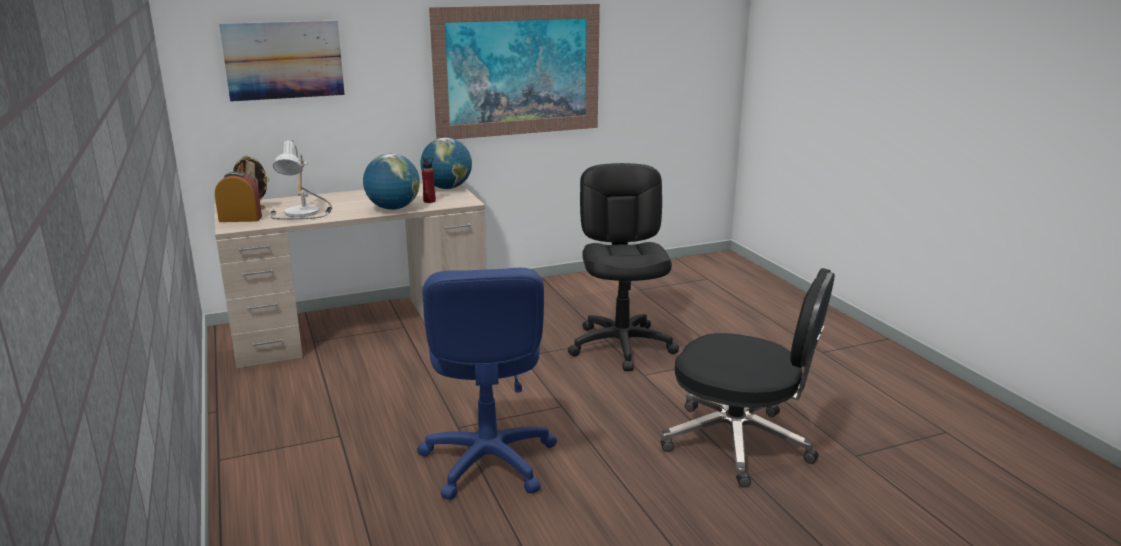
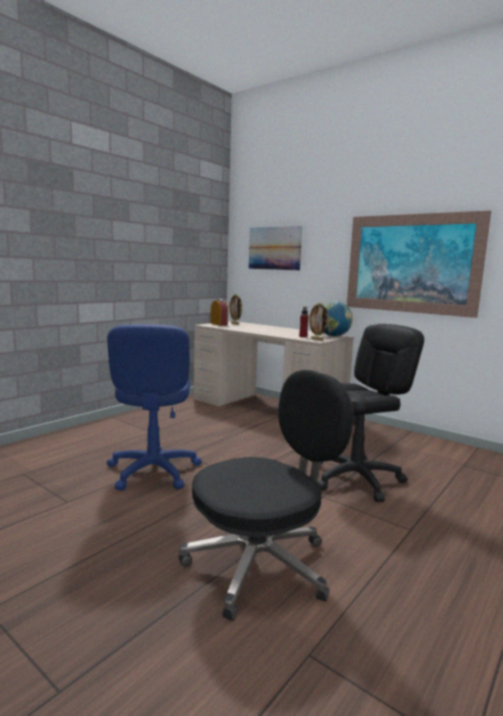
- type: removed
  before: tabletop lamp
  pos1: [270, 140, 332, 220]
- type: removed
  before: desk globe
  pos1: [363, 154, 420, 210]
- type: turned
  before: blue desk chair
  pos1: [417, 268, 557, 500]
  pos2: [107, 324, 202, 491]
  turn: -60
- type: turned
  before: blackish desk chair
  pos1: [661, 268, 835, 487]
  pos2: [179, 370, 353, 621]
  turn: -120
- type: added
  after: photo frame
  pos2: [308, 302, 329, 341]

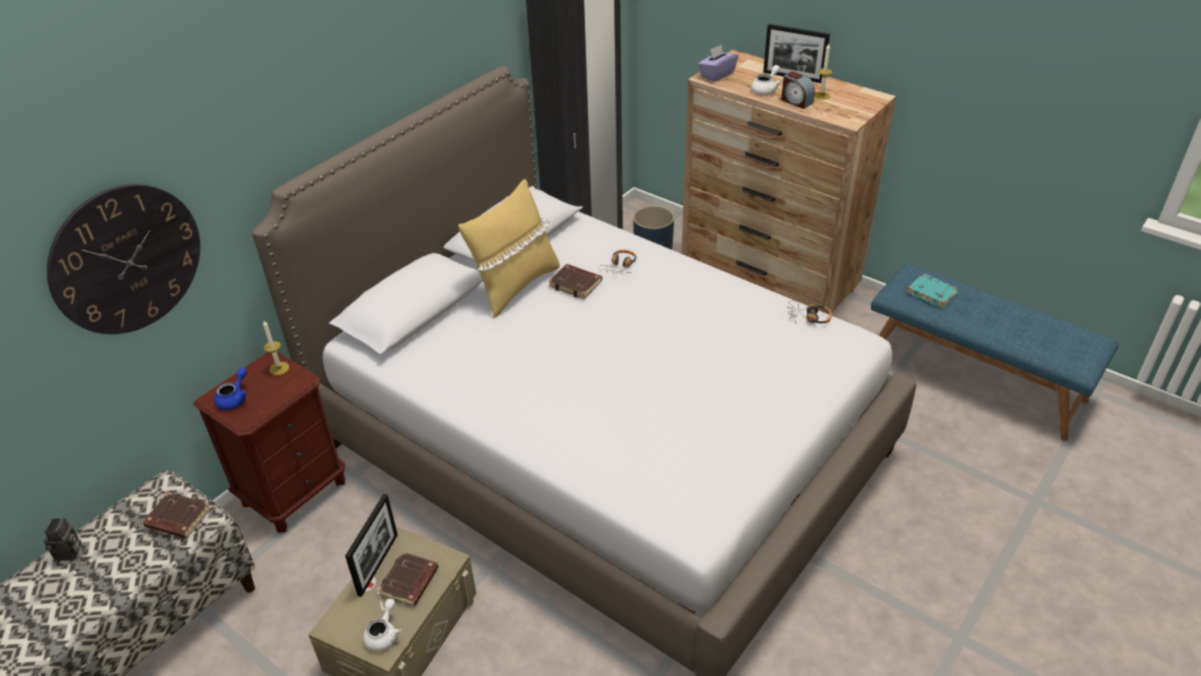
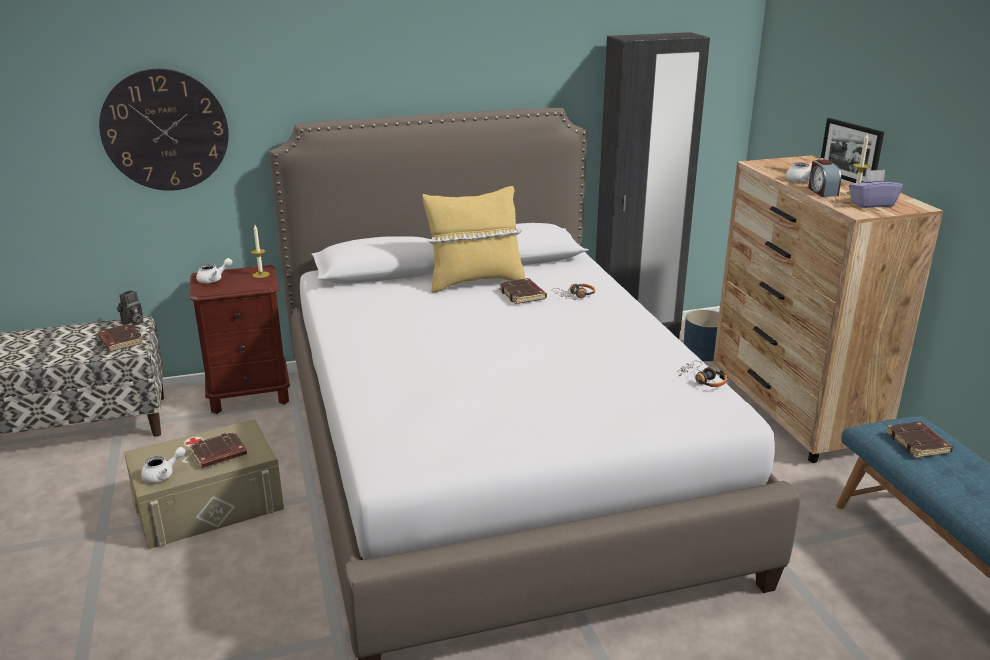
- type: moved
  before: photo camera
  pos1: [44, 517, 82, 561]
  pos2: [117, 291, 144, 326]
- type: recoloured
  before: blue pot for tea
  after: white pot for tea
  pos1: [214, 368, 247, 410]
  pos2: [196, 258, 232, 283]
- type: removed
  before: photo frame
  pos1: [345, 494, 398, 597]
- type: moved
  before: purple-coloured tissue holder
  pos1: [698, 44, 738, 82]
  pos2: [849, 170, 903, 208]
- type: recoloured
  before: turquoise-coloured bound book
  after: brownish bound book
  pos1: [907, 273, 959, 308]
  pos2: [886, 421, 953, 458]

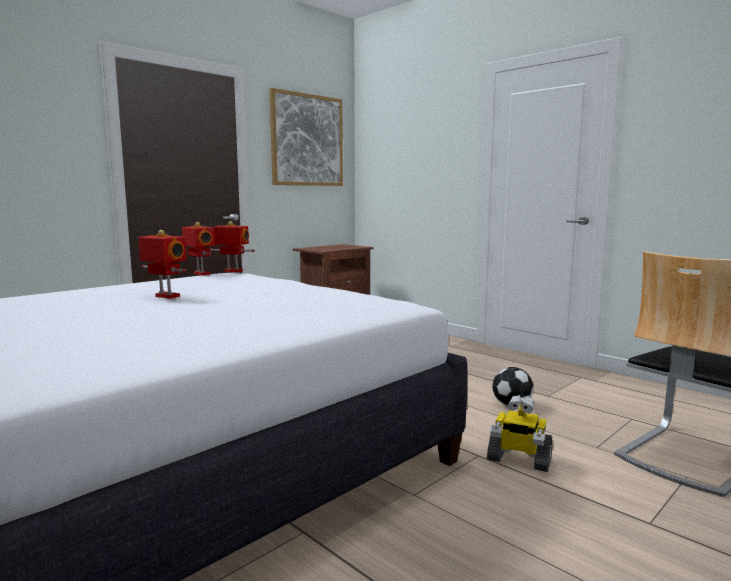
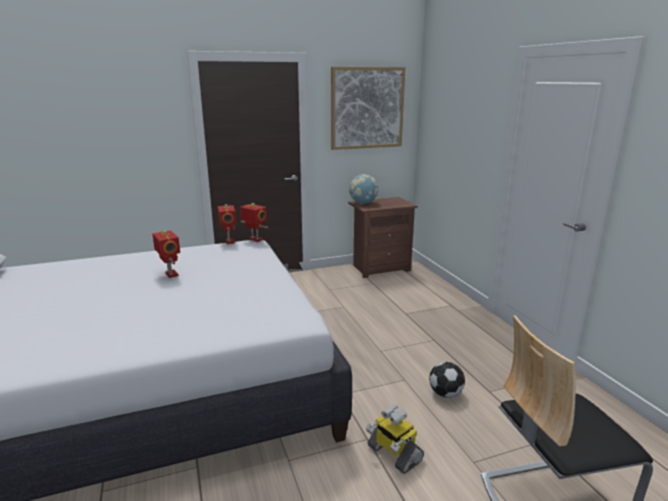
- type: added
  after: desk globe
  pos2: [349, 174, 378, 204]

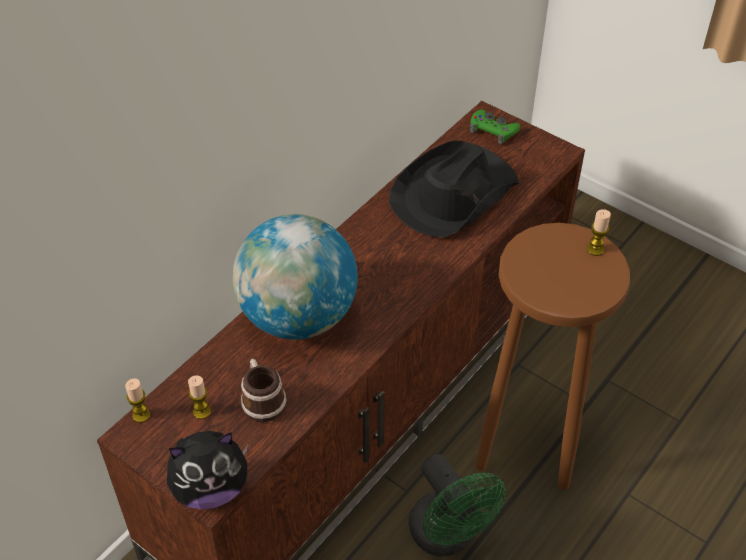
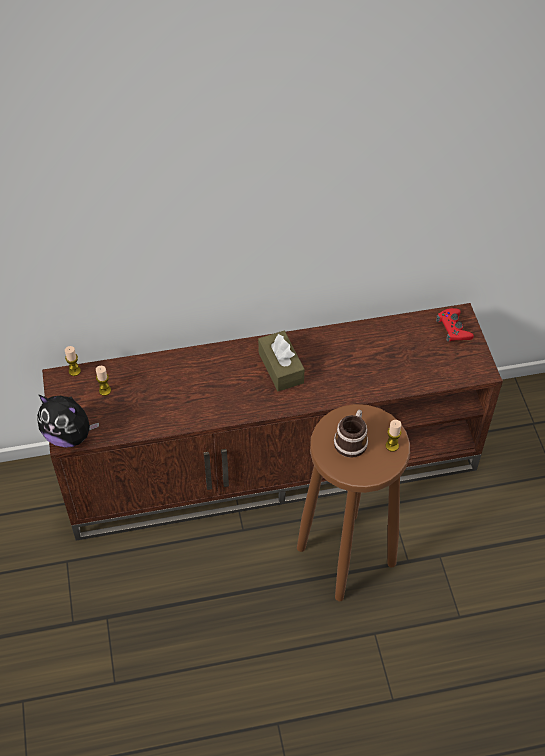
- type: removed
  before: desk globe
  pos1: [232, 214, 358, 340]
- type: moved
  before: mug
  pos1: [241, 358, 287, 422]
  pos2: [334, 410, 368, 458]
- type: removed
  before: blackish hat
  pos1: [389, 140, 519, 238]
- type: removed
  before: greenish fan
  pos1: [409, 454, 506, 556]
- type: recoloured
  before: greenish game controller
  after: red game controller
  pos1: [470, 110, 520, 144]
  pos2: [436, 308, 474, 342]
- type: added
  after: brownish tissue holder
  pos2: [258, 331, 305, 391]

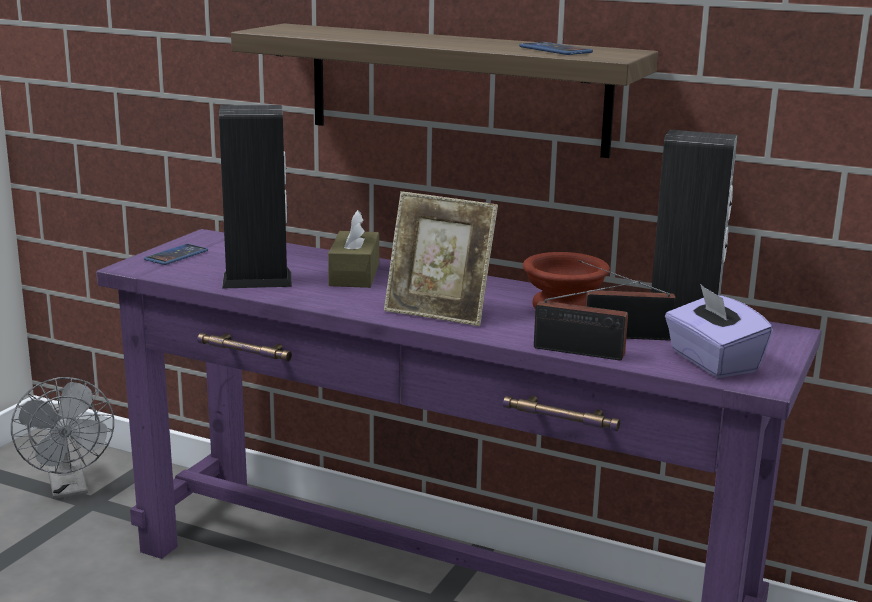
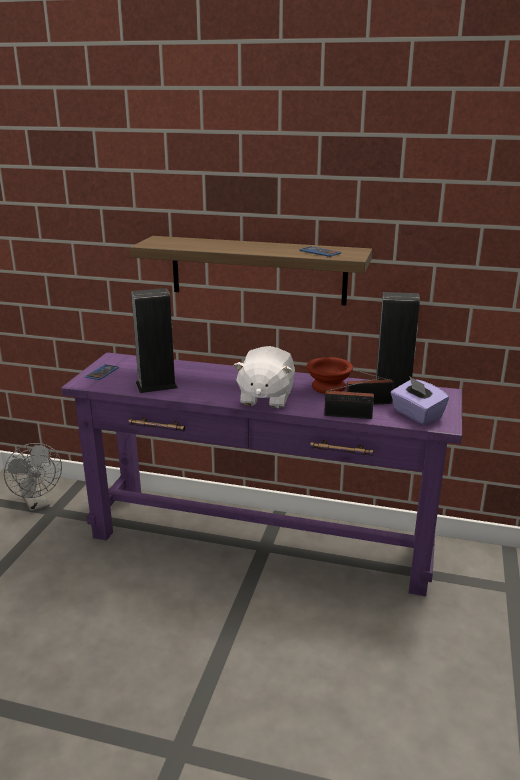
- type: removed
  before: brownish tissue holder
  pos1: [328, 210, 379, 288]
- type: replaced
  before: photo frame
  after: white plush toy
  pos1: [384, 191, 498, 326]
  pos2: [233, 346, 295, 408]

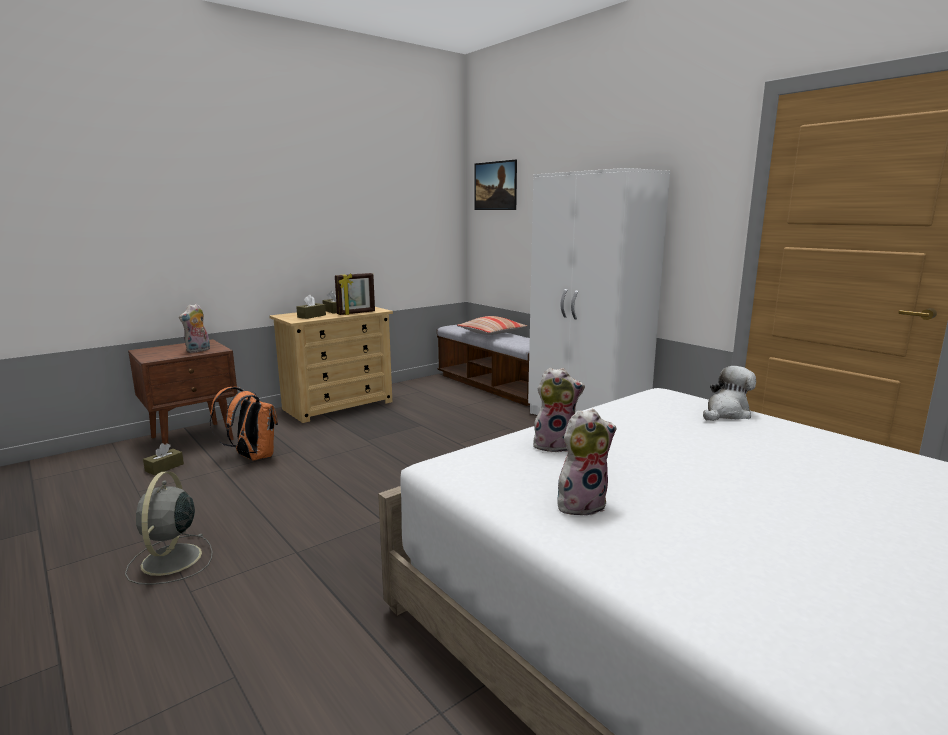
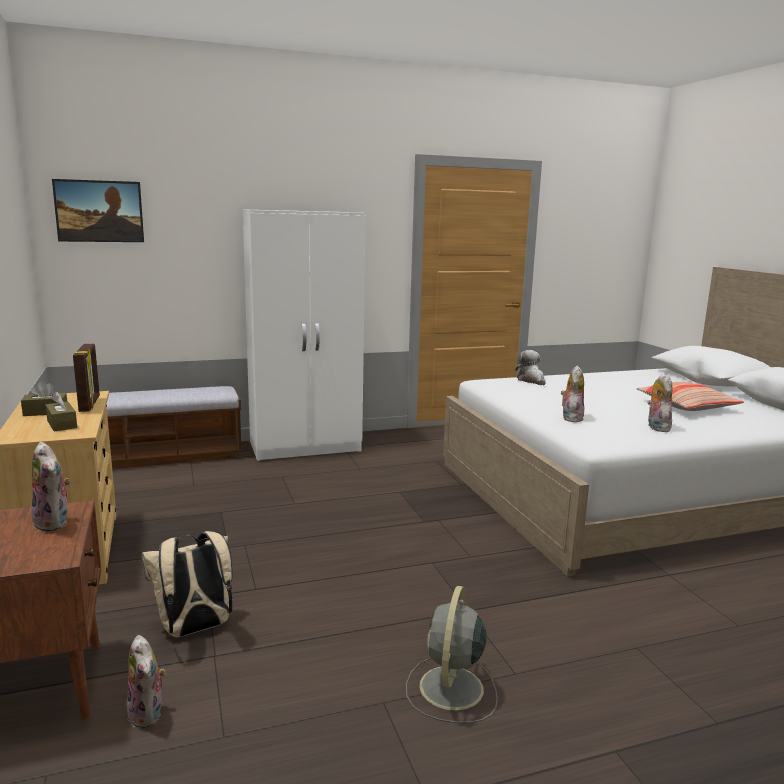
- type: turned
  before: grey fan
  pos1: [125, 471, 213, 585]
  pos2: [406, 586, 498, 723]
  turn: 90
- type: replaced
  before: brownish tissue holder
  after: plush toy
  pos1: [143, 443, 184, 475]
  pos2: [126, 635, 166, 728]
- type: recoloured
  before: orange knapsack
  after: sand-coloured knapsack
  pos1: [210, 387, 278, 461]
  pos2: [141, 531, 233, 637]
- type: moved
  before: cushion
  pos1: [457, 316, 527, 335]
  pos2: [637, 382, 744, 411]

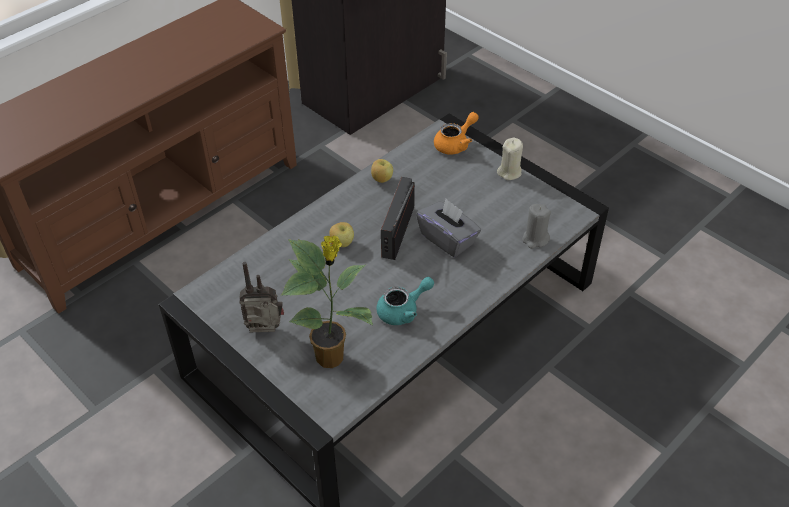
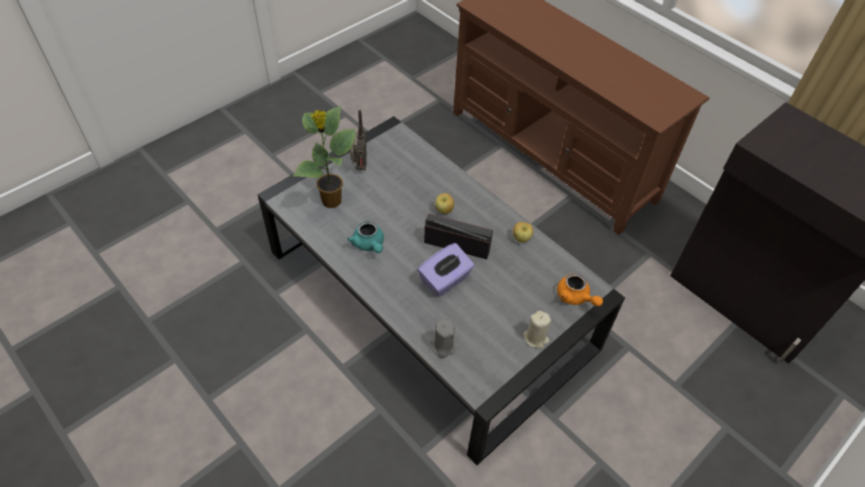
- type: recoloured
  before: grey tissue holder
  after: purple-coloured tissue holder
  pos1: [416, 199, 481, 257]
  pos2: [418, 243, 474, 297]

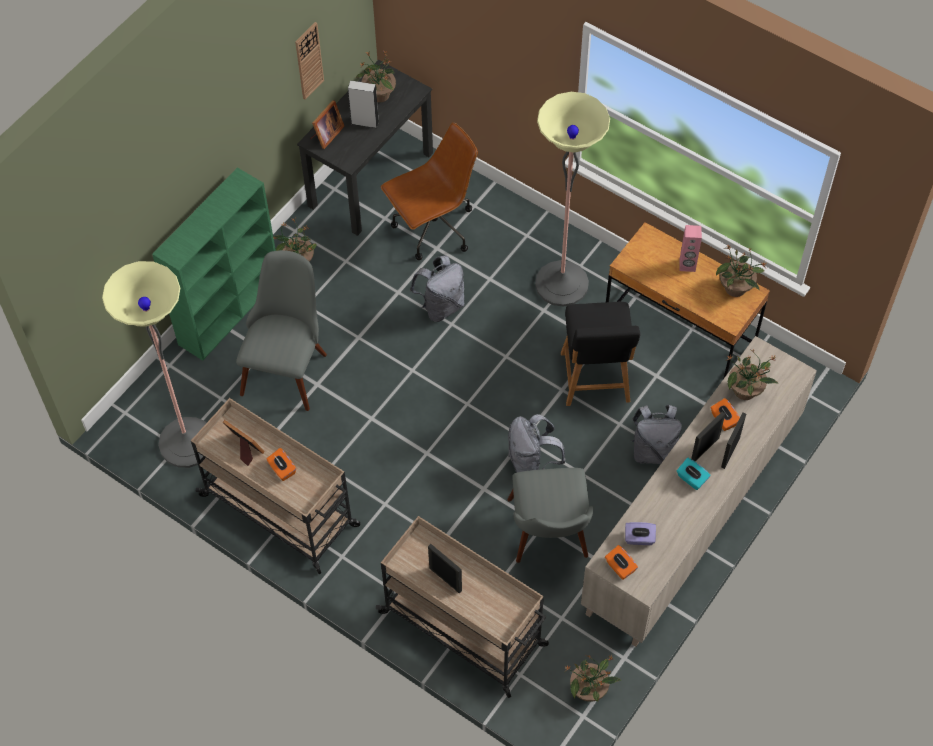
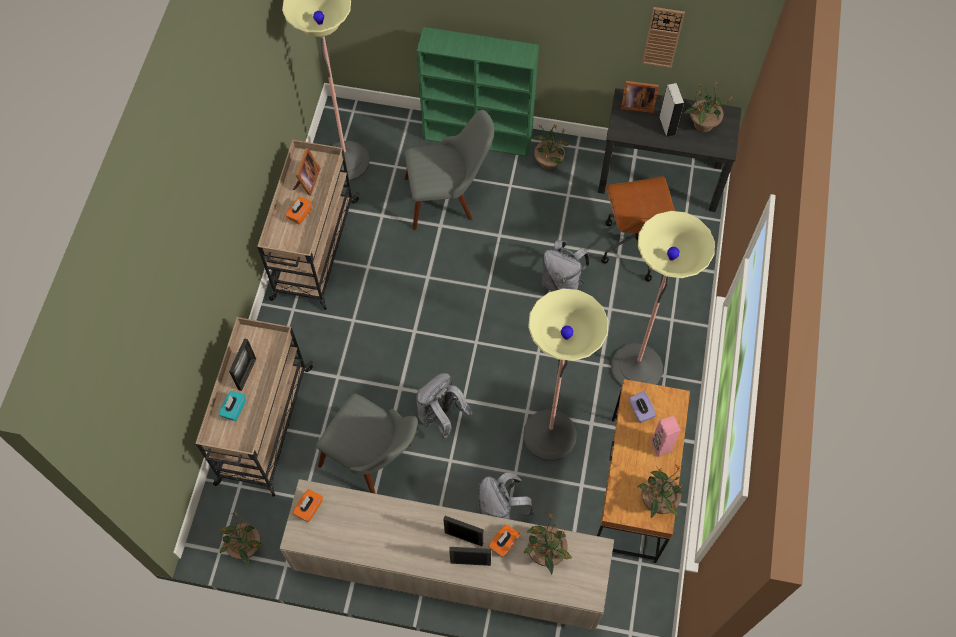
- type: turned
  before: brownish desk chair
  pos1: [381, 122, 478, 260]
  pos2: [601, 176, 683, 282]
  turn: 45
- type: turned
  before: grey upright chair
  pos1: [508, 468, 593, 563]
  pos2: [316, 393, 418, 494]
  turn: -120
- type: replaced
  before: blackish sitting stool
  after: standard lamp
  pos1: [561, 302, 640, 406]
  pos2: [523, 289, 608, 461]
- type: moved
  before: purple-coloured tissue holder
  pos1: [625, 522, 656, 545]
  pos2: [629, 391, 656, 423]
- type: moved
  before: turquoise-coloured tissue holder
  pos1: [677, 458, 711, 490]
  pos2: [219, 391, 246, 421]

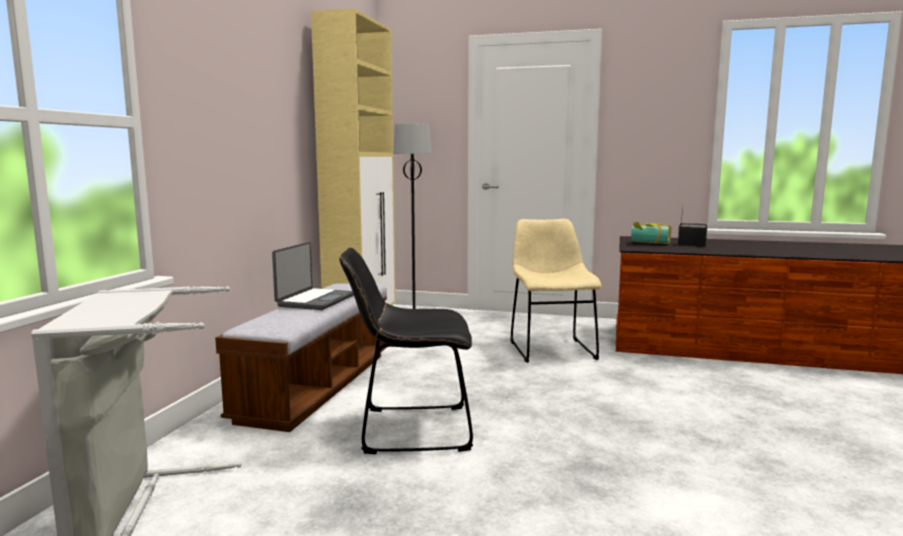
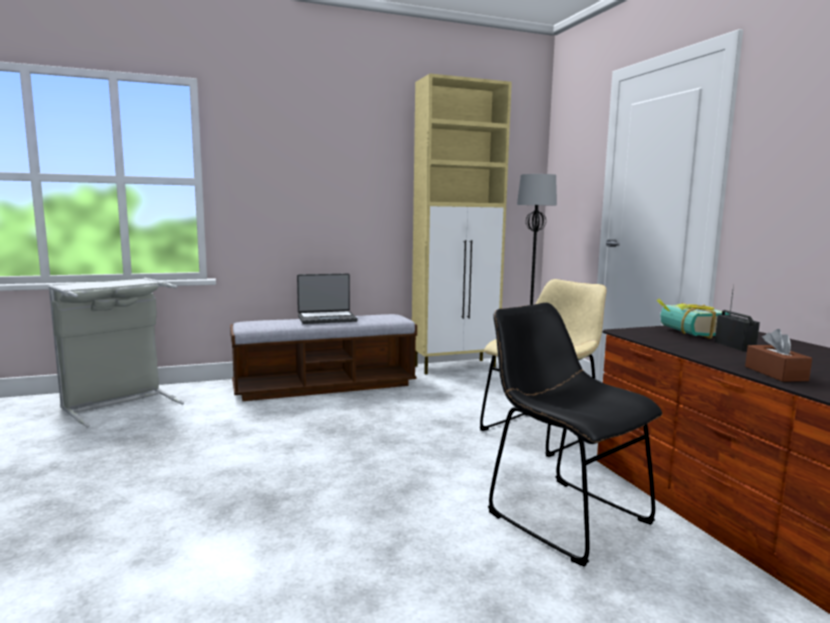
- type: moved
  before: blackish upright chair
  pos1: [339, 248, 473, 454]
  pos2: [488, 303, 662, 567]
- type: added
  after: brownish tissue holder
  pos2: [745, 329, 812, 382]

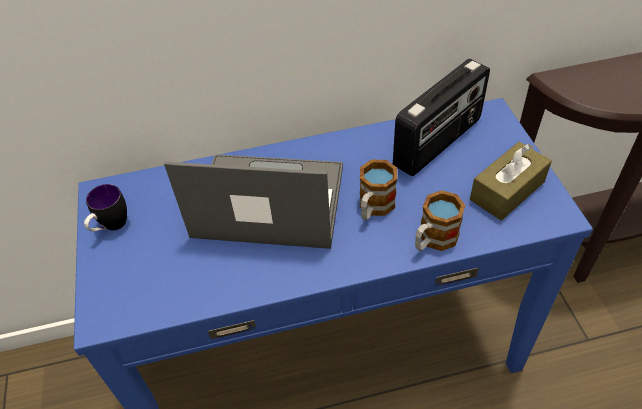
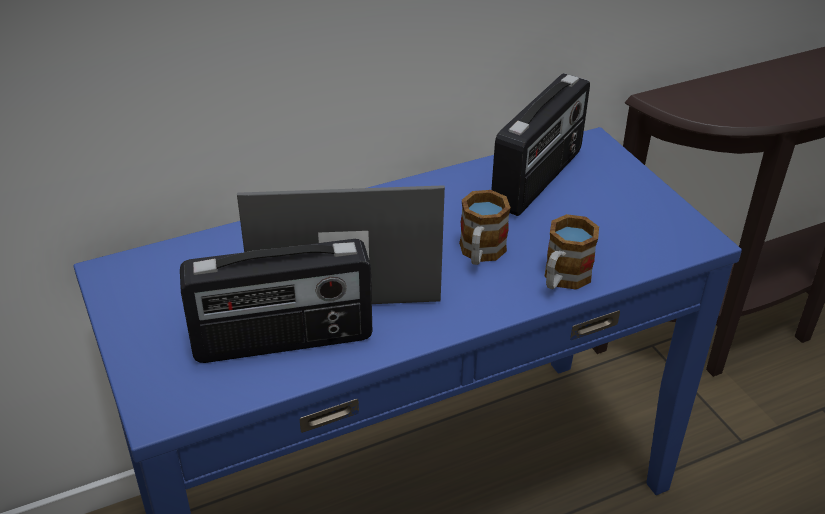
- type: removed
  before: mug
  pos1: [84, 184, 127, 231]
- type: removed
  before: brownish tissue holder
  pos1: [470, 142, 552, 221]
- type: added
  after: radio
  pos2: [180, 239, 372, 363]

